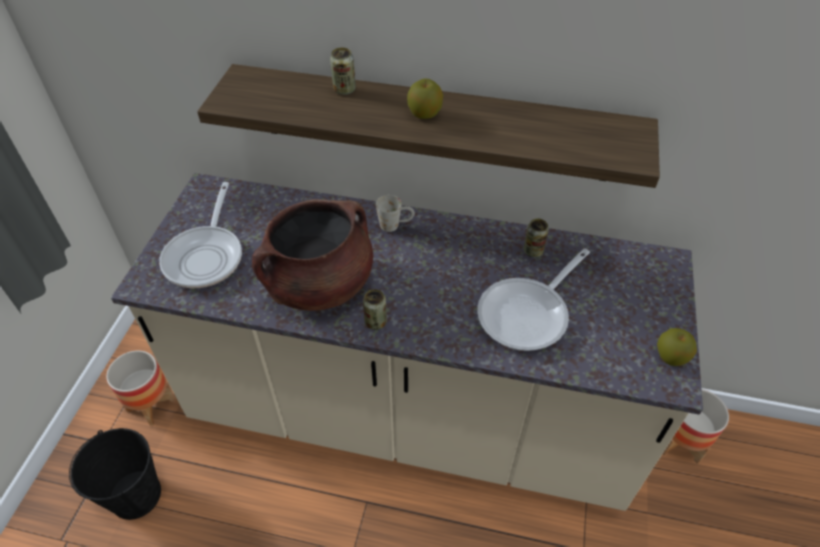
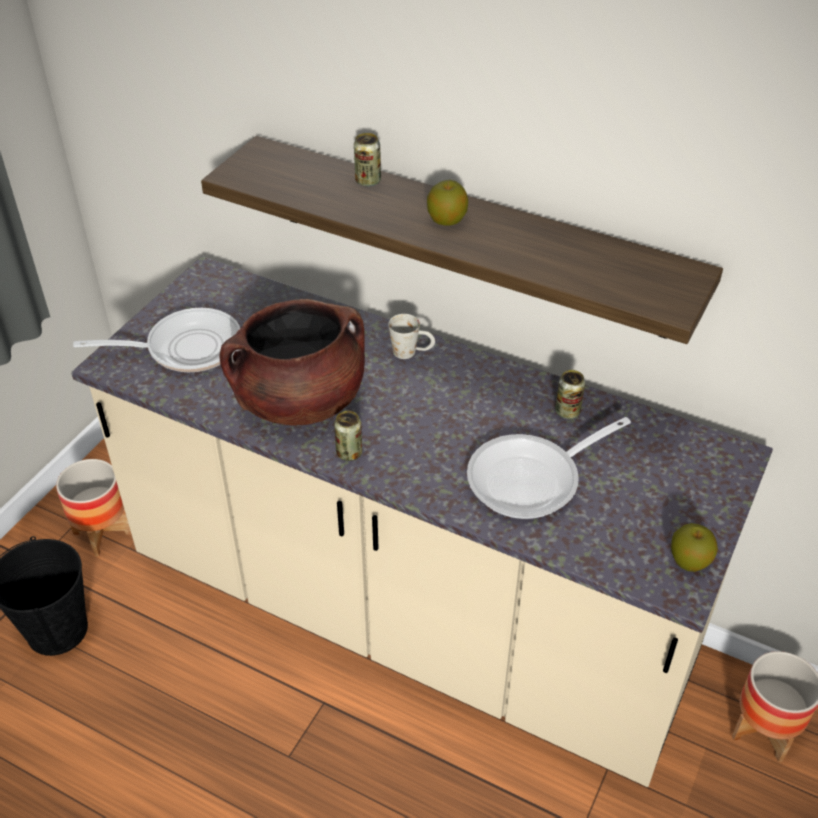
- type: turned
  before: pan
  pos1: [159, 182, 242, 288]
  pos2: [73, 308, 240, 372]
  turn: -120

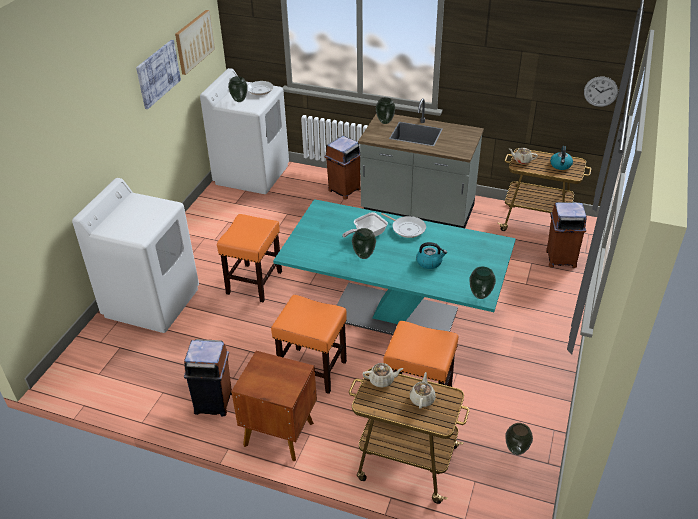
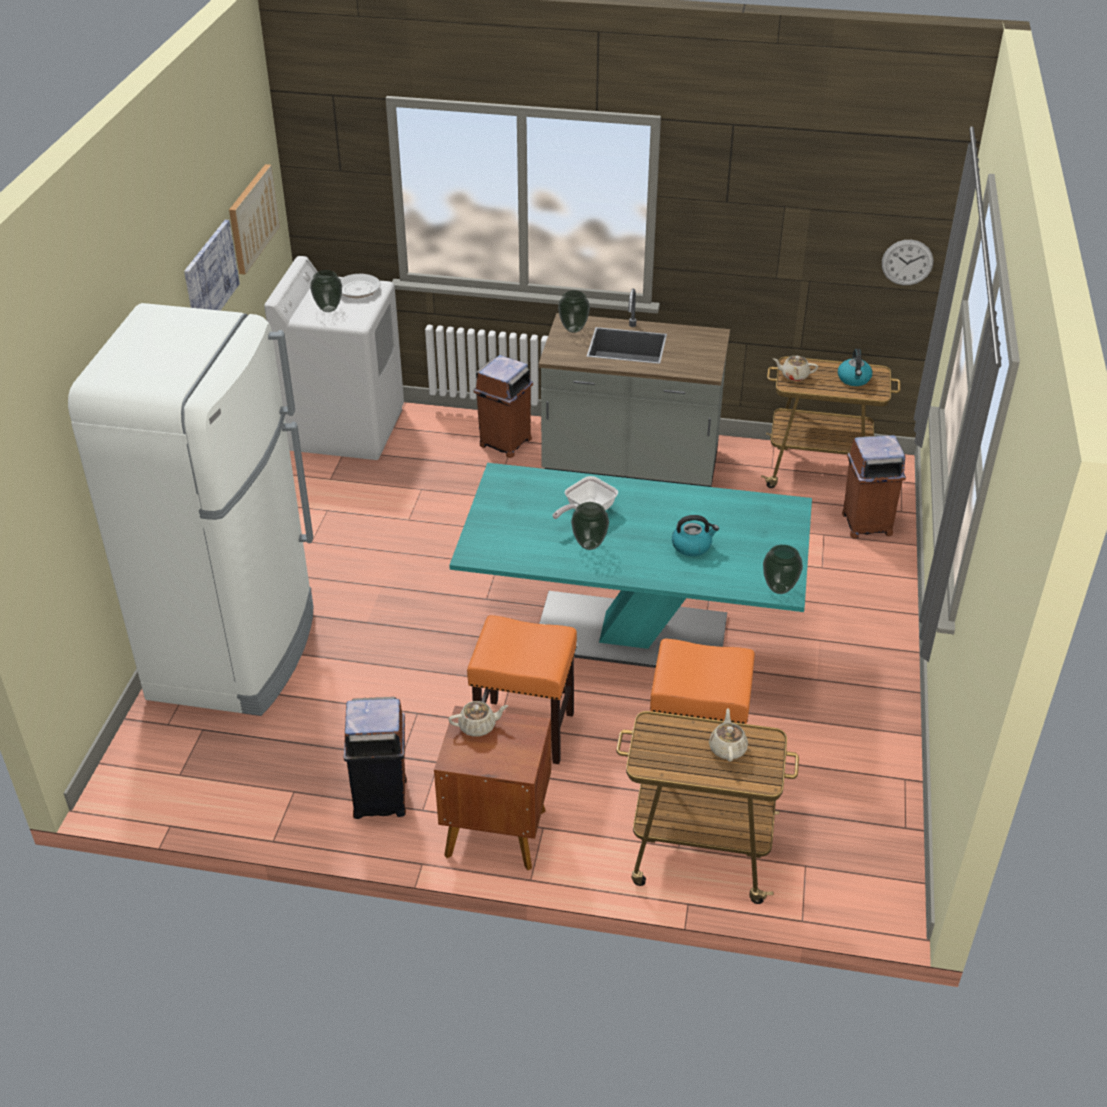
- type: replaced
  before: white laundry appliance
  after: white fridge
  pos1: [72, 178, 199, 333]
  pos2: [68, 303, 313, 716]
- type: removed
  before: orange sitting stool
  pos1: [217, 214, 282, 302]
- type: moved
  before: sand-coloured pot for tea
  pos1: [363, 363, 404, 387]
  pos2: [448, 701, 508, 737]
- type: removed
  before: pan
  pos1: [381, 213, 426, 238]
- type: removed
  before: flower vase
  pos1: [505, 423, 533, 455]

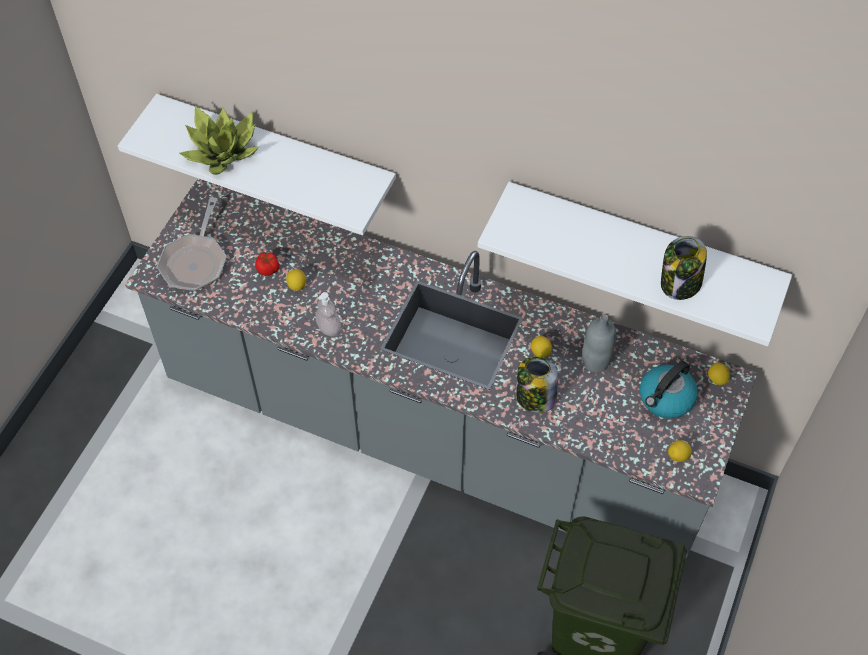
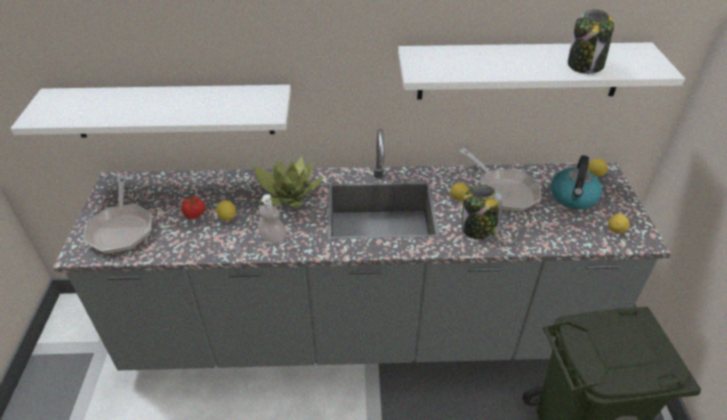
- type: moved
  before: plant in a pot
  pos1: [179, 106, 259, 175]
  pos2: [253, 156, 324, 208]
- type: replaced
  before: grey beverage bottle
  after: pan
  pos1: [582, 314, 616, 372]
  pos2: [460, 148, 541, 212]

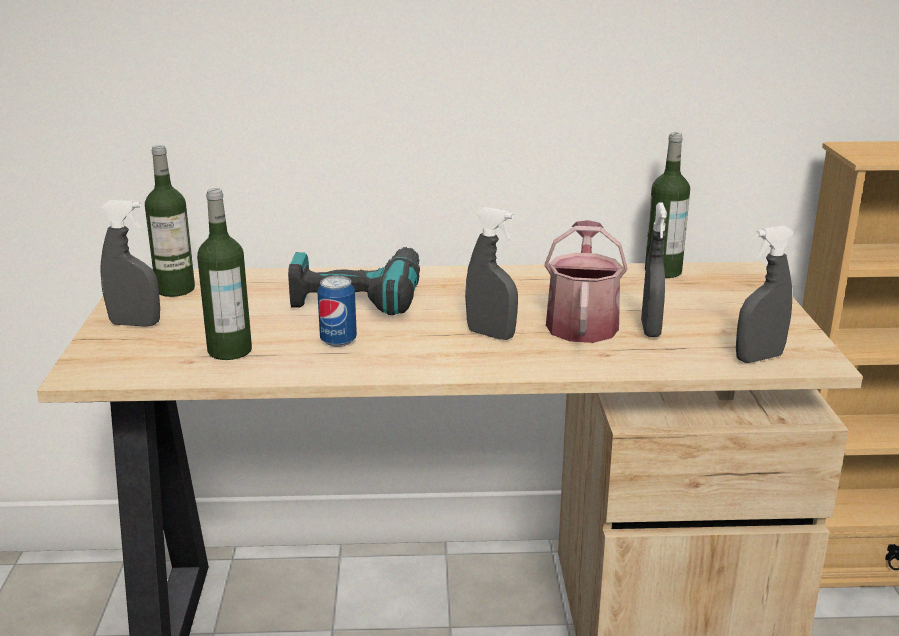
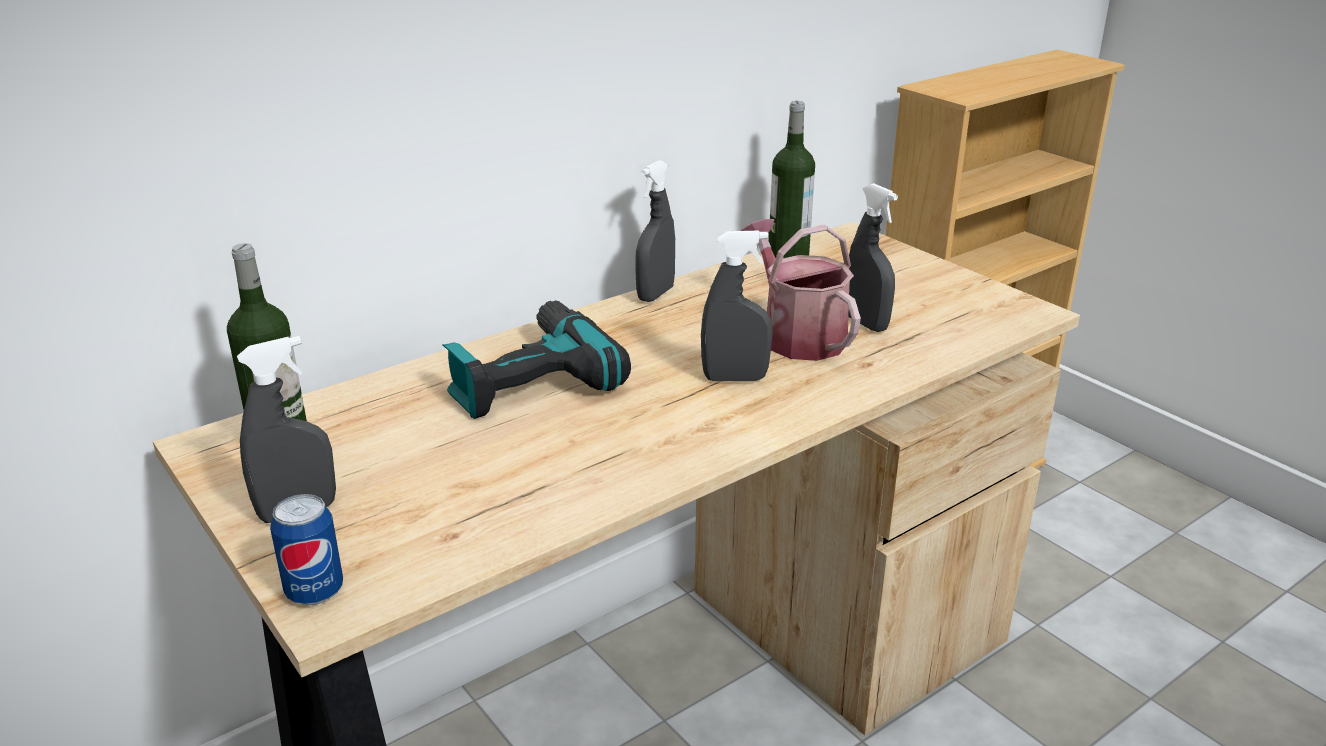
- type: removed
  before: beverage bottle
  pos1: [197, 188, 252, 360]
- type: moved
  before: sealed can
  pos1: [317, 276, 357, 347]
  pos2: [270, 494, 343, 605]
- type: moved
  before: grey sprayer
  pos1: [736, 226, 794, 363]
  pos2: [635, 160, 675, 302]

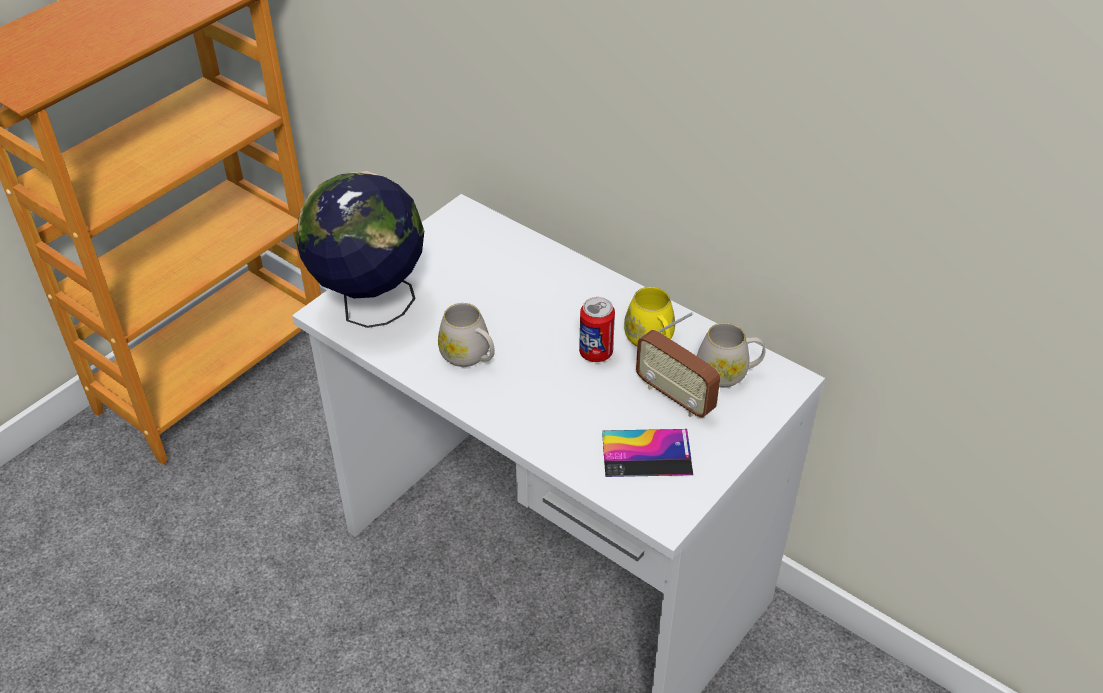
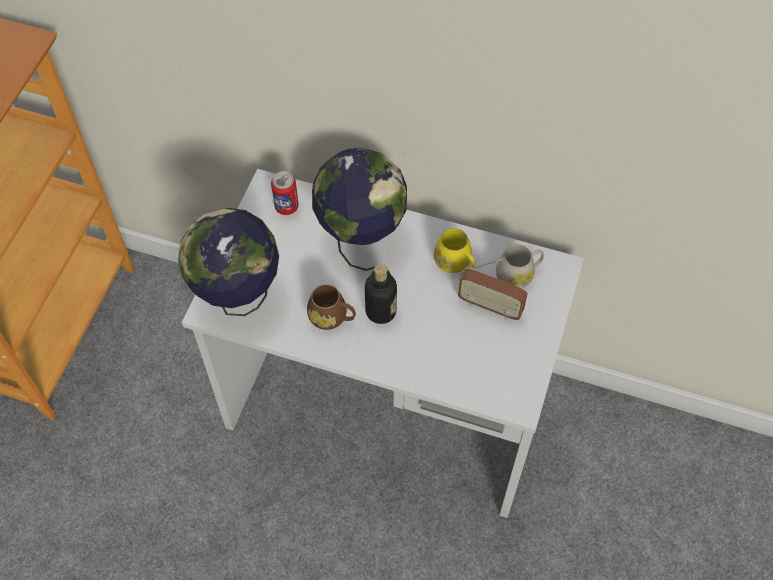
- type: recoloured
  before: white mug
  after: brownish mug
  pos1: [438, 303, 495, 367]
  pos2: [307, 284, 356, 330]
- type: moved
  before: sealed can
  pos1: [579, 297, 615, 362]
  pos2: [271, 171, 299, 215]
- type: removed
  before: telephone
  pos1: [602, 429, 693, 477]
- type: added
  after: desk globe
  pos2: [312, 148, 407, 271]
- type: added
  after: beverage bottle
  pos2: [365, 264, 397, 324]

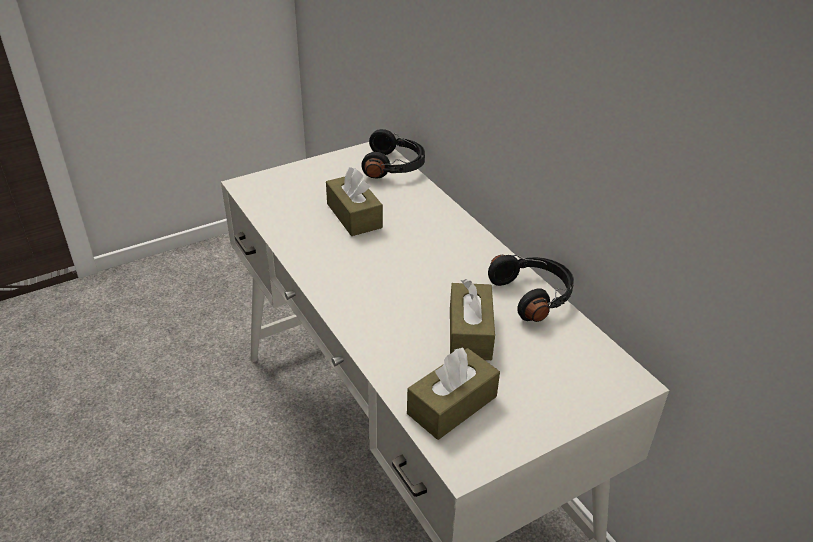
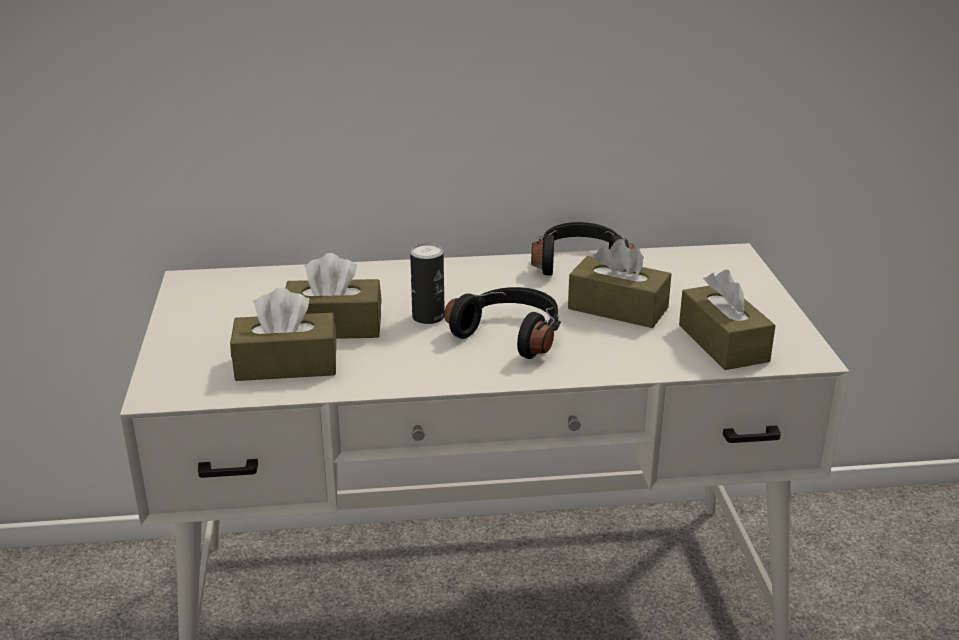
- type: moved
  before: blackish headset
  pos1: [361, 129, 425, 178]
  pos2: [444, 287, 561, 359]
- type: added
  after: brownish tissue holder
  pos2: [230, 287, 336, 381]
- type: added
  after: sealed can
  pos2: [410, 243, 445, 324]

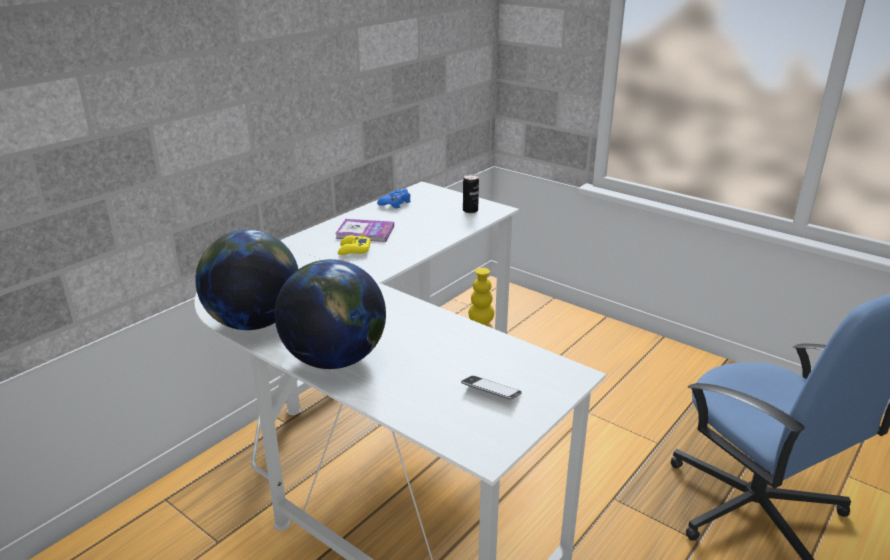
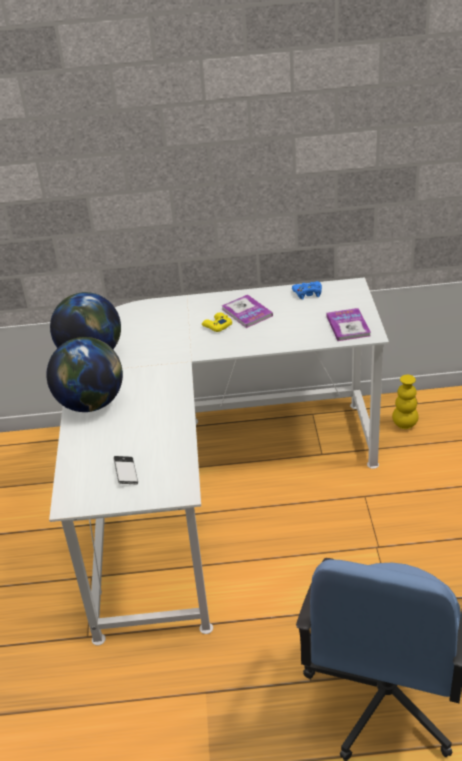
- type: replaced
  before: sealed can
  after: bound book
  pos1: [463, 174, 479, 213]
  pos2: [326, 308, 371, 341]

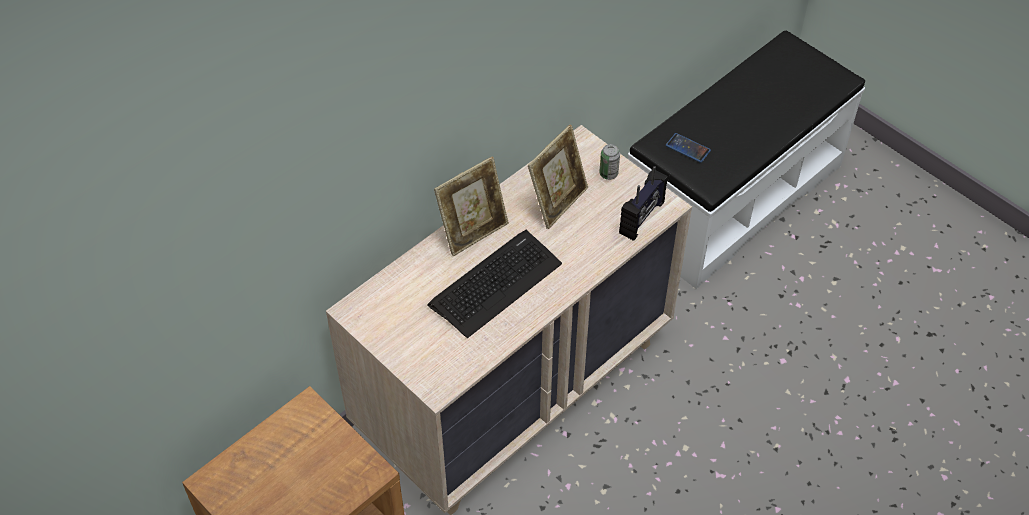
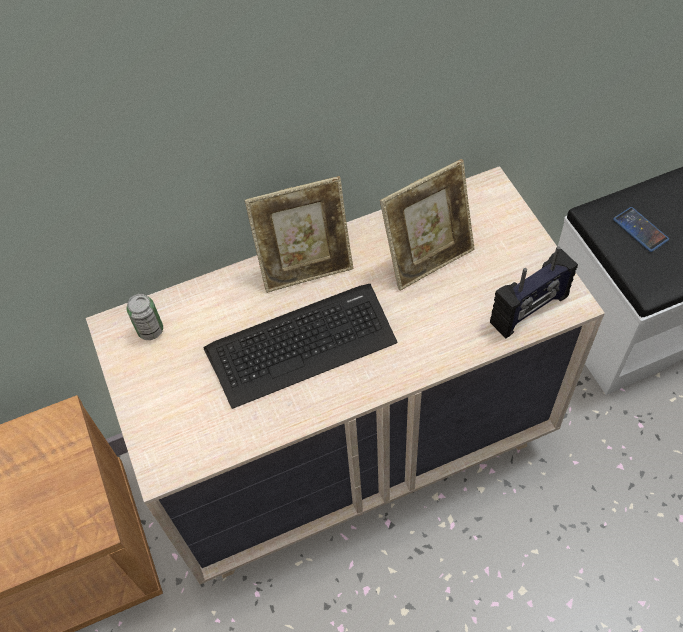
- type: moved
  before: sealed can
  pos1: [599, 144, 620, 180]
  pos2: [127, 294, 163, 340]

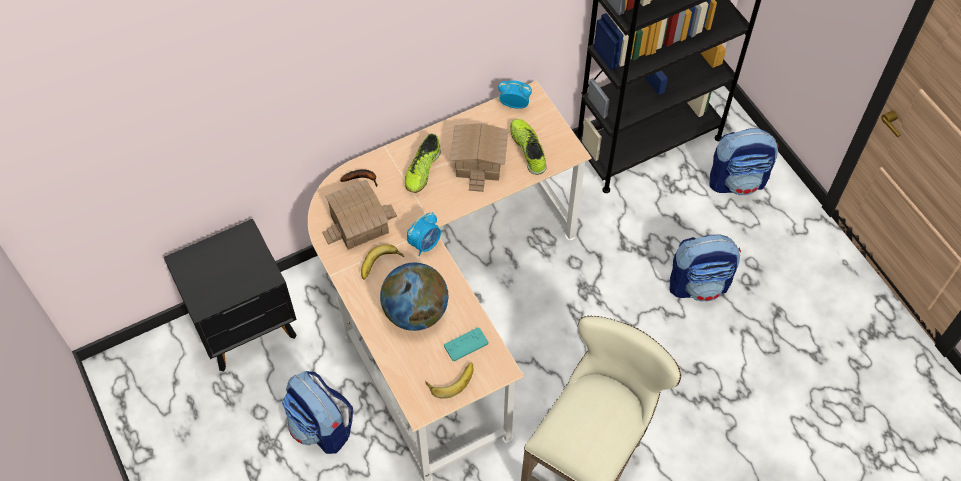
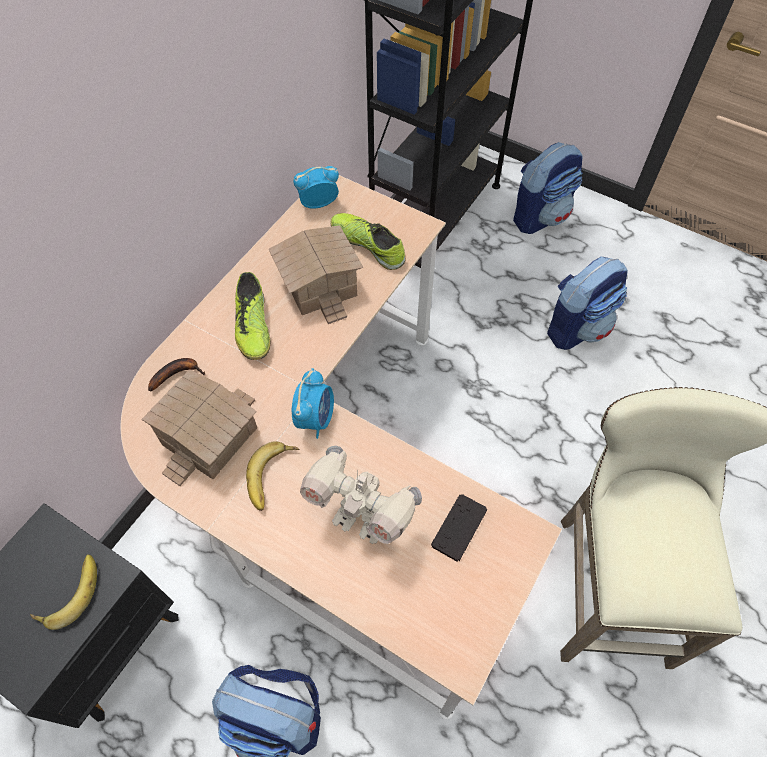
- type: replaced
  before: desk globe
  after: toy robot
  pos1: [380, 262, 449, 331]
  pos2: [300, 446, 422, 544]
- type: moved
  before: banana fruit
  pos1: [425, 362, 473, 399]
  pos2: [30, 554, 97, 630]
- type: recoloured
  before: turquoise-coloured game controller
  after: blackish game controller
  pos1: [444, 328, 488, 361]
  pos2: [431, 494, 487, 561]

